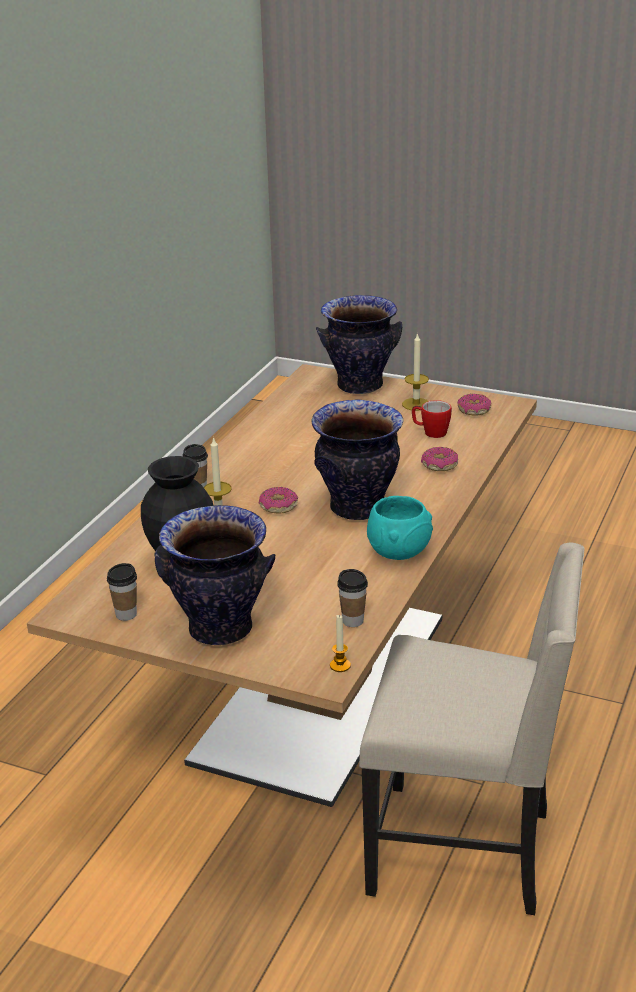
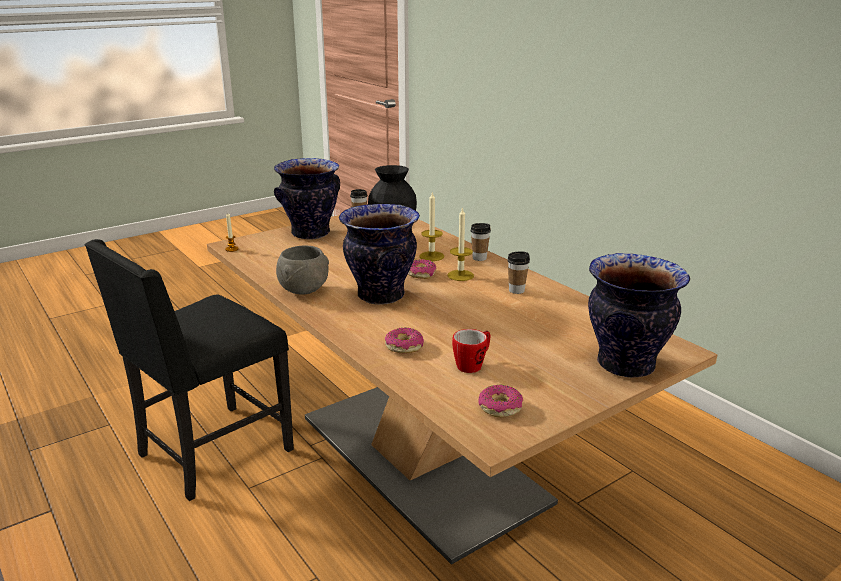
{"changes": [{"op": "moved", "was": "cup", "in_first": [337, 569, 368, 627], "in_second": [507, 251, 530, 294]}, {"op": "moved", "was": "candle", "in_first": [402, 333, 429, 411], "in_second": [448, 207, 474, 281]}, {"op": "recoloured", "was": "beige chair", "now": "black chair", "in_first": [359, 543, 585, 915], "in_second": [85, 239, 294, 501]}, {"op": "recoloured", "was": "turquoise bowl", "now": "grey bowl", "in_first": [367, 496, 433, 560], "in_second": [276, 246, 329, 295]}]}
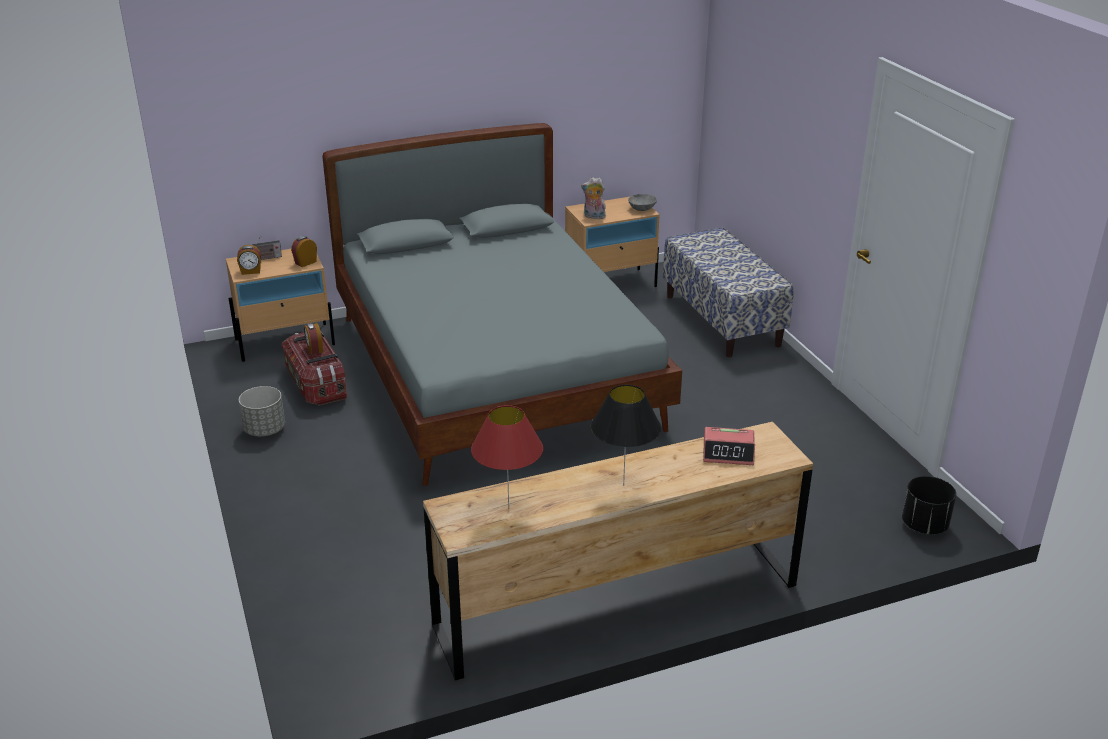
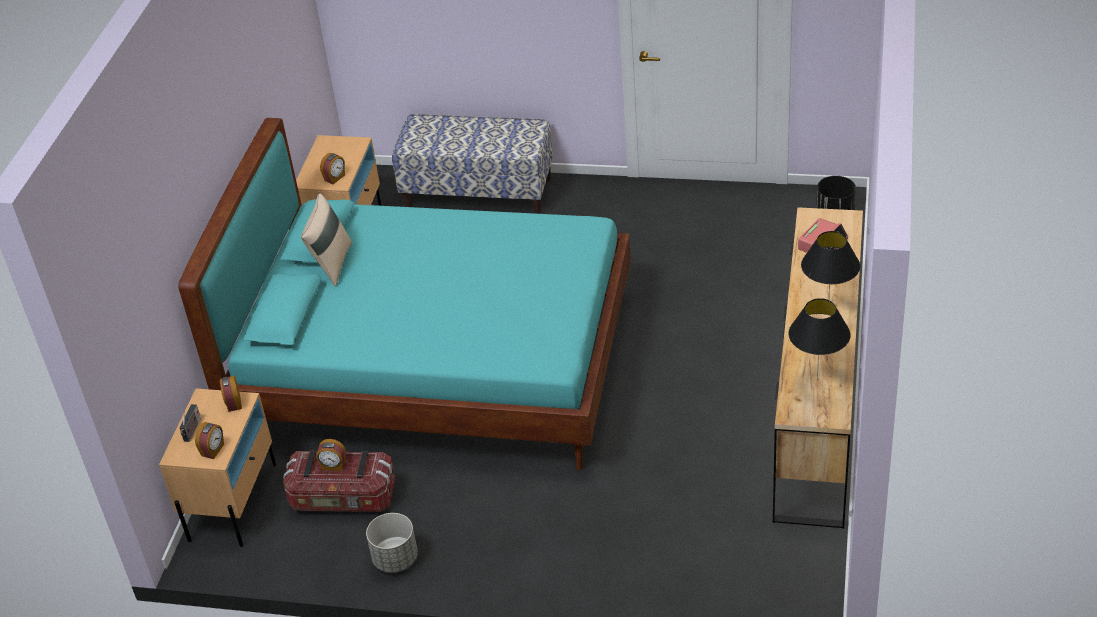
{"changes": [{"op": "removed", "was": "grey bowl", "in_first": [628, 194, 657, 211]}, {"op": "added", "now": "beige pillow", "in_second": [301, 194, 352, 287]}, {"op": "replaced", "was": "plush toy", "now": "alarm clock", "in_first": [581, 177, 606, 219], "in_second": [320, 153, 345, 184]}, {"op": "recoloured", "was": "grey bed", "now": "turquoise bed", "in_first": [322, 123, 682, 486], "in_second": [178, 118, 631, 470]}, {"op": "recoloured", "was": "red table lamp", "now": "black table lamp", "in_first": [471, 405, 543, 509], "in_second": [788, 298, 850, 380]}]}
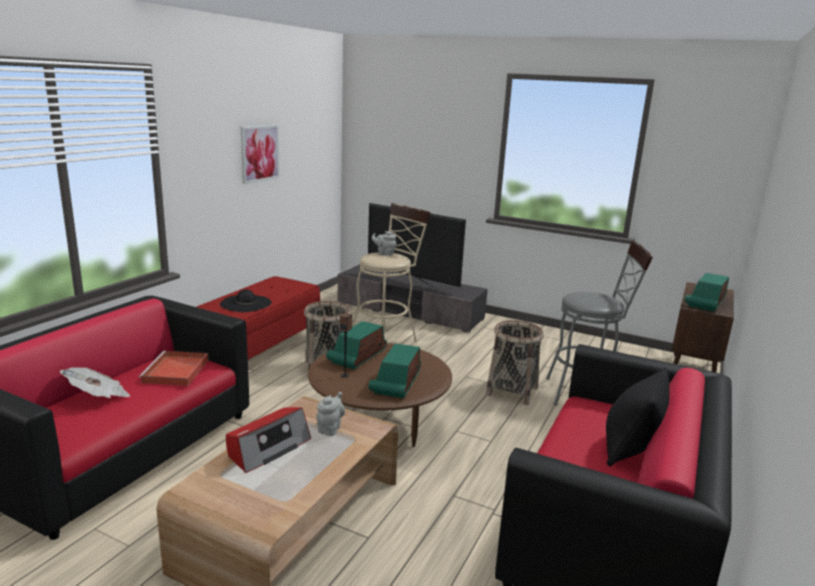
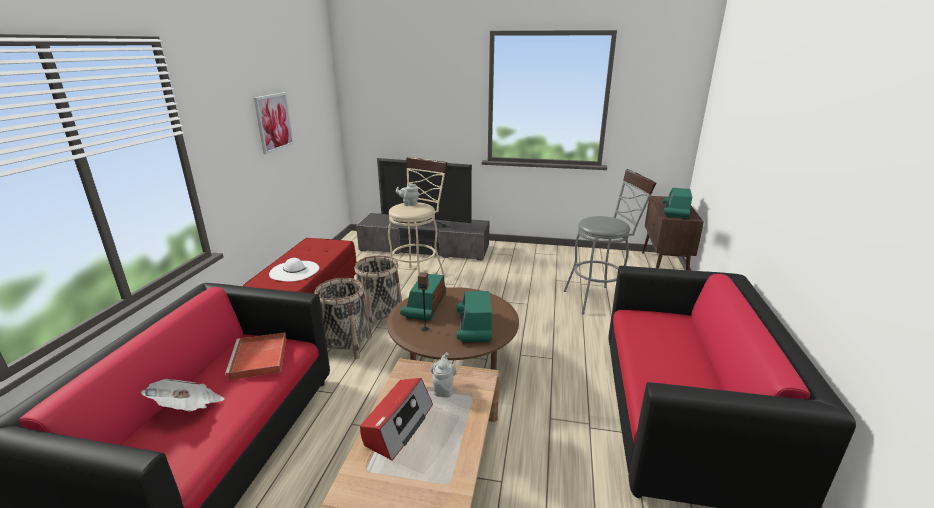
{"changes": [{"op": "removed", "was": "black pillow", "in_first": [606, 367, 670, 466]}, {"op": "moved", "was": "basket", "in_first": [486, 320, 544, 405], "in_second": [314, 278, 372, 359]}, {"op": "recoloured", "was": "black hat", "now": "white hat", "in_first": [220, 289, 271, 312], "in_second": [269, 258, 319, 281]}]}
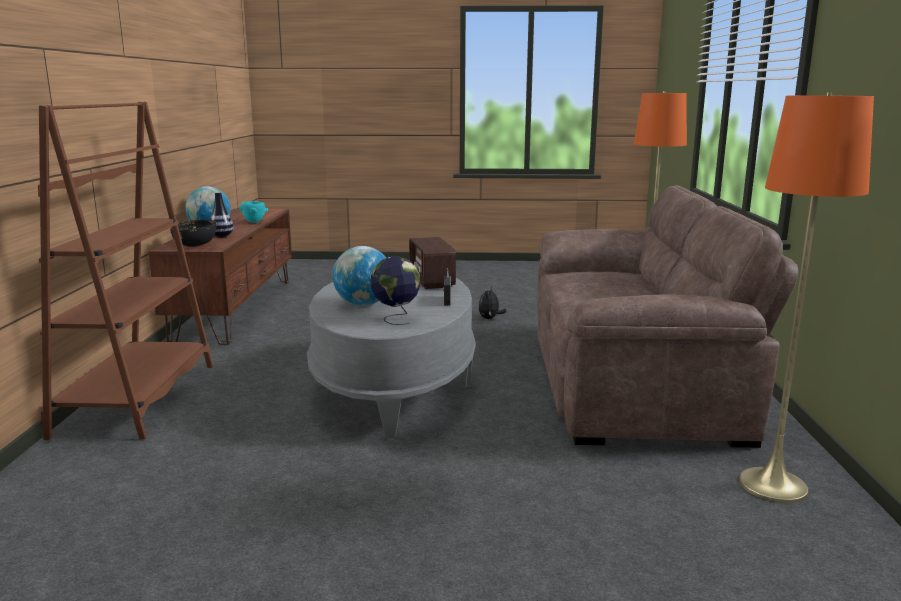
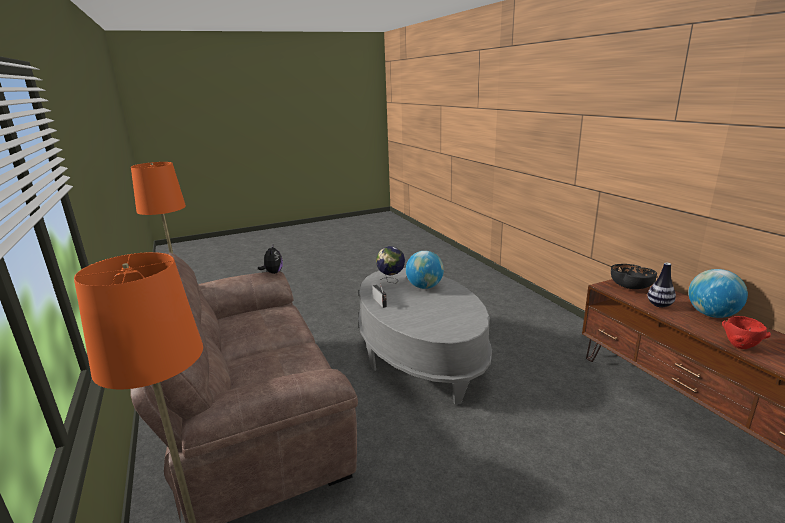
{"changes": [{"op": "removed", "was": "brown bookcase", "in_first": [38, 102, 213, 440]}, {"op": "removed", "was": "radio", "in_first": [409, 237, 456, 289]}, {"op": "moved", "was": "plush toy", "in_first": [478, 287, 506, 319], "in_second": [258, 245, 283, 274]}, {"op": "recoloured", "was": "turquoise bowl", "now": "red bowl", "in_first": [239, 201, 268, 223], "in_second": [722, 316, 771, 349]}]}
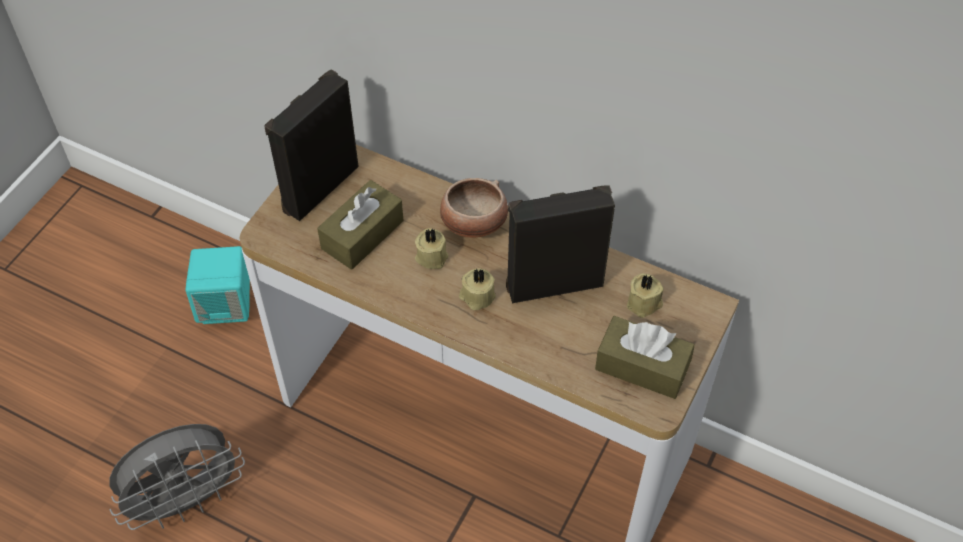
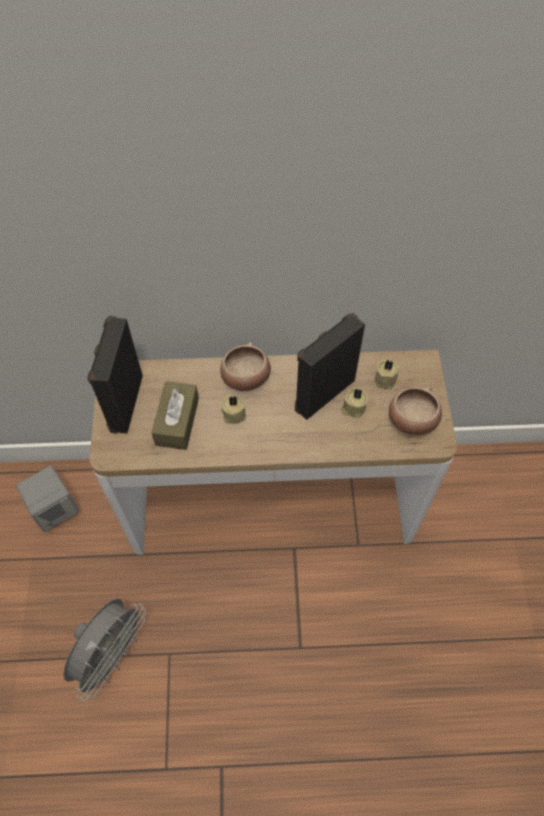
{"changes": [{"op": "moved", "was": "beige candle", "in_first": [459, 268, 496, 310], "in_second": [341, 388, 369, 418]}, {"op": "replaced", "was": "brown tissue box", "now": "bowl", "in_first": [595, 316, 695, 399], "in_second": [389, 387, 442, 436]}, {"op": "recoloured", "was": "turquoise speaker", "now": "grey speaker", "in_first": [186, 246, 250, 324], "in_second": [16, 466, 79, 532]}]}
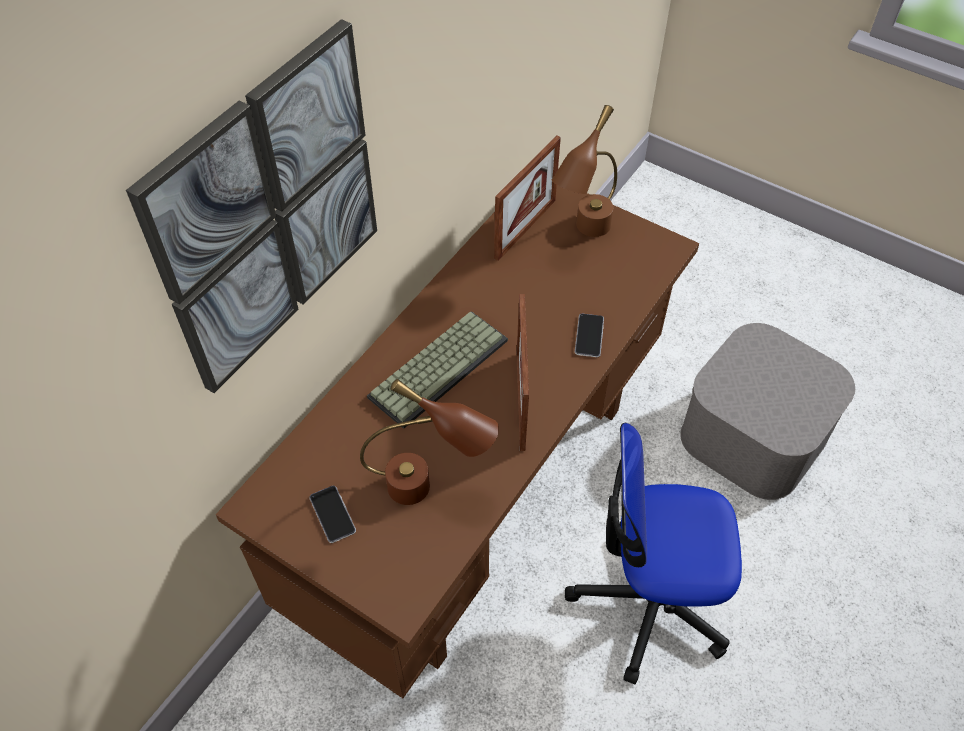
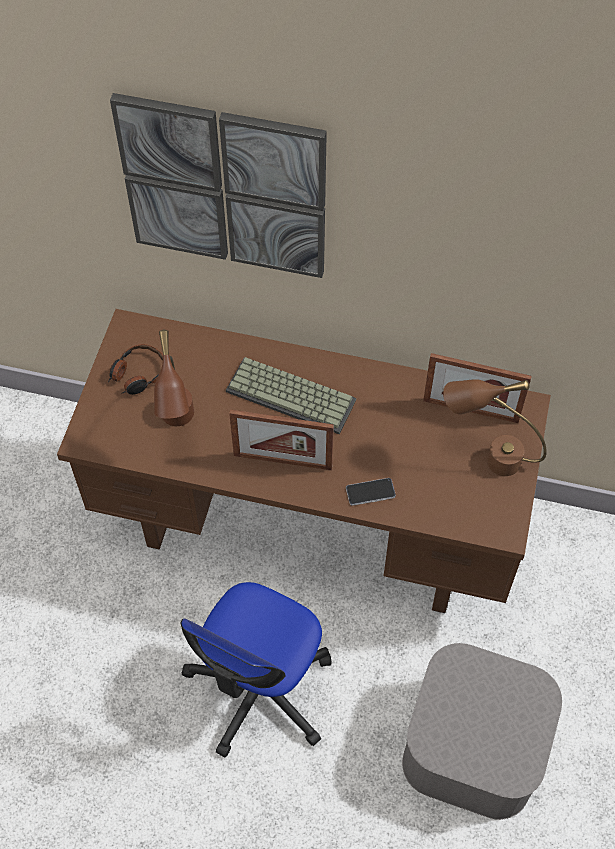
{"changes": [{"op": "replaced", "was": "phone", "now": "headphones", "in_first": [309, 486, 356, 543], "in_second": [108, 344, 163, 395]}, {"op": "turned", "was": "picture frame", "in_first": [516, 294, 529, 451], "in_second": [229, 410, 334, 470], "clockwise": -150}, {"op": "turned", "was": "office chair", "in_first": [565, 423, 742, 685], "in_second": [180, 582, 331, 757], "clockwise": -135}]}
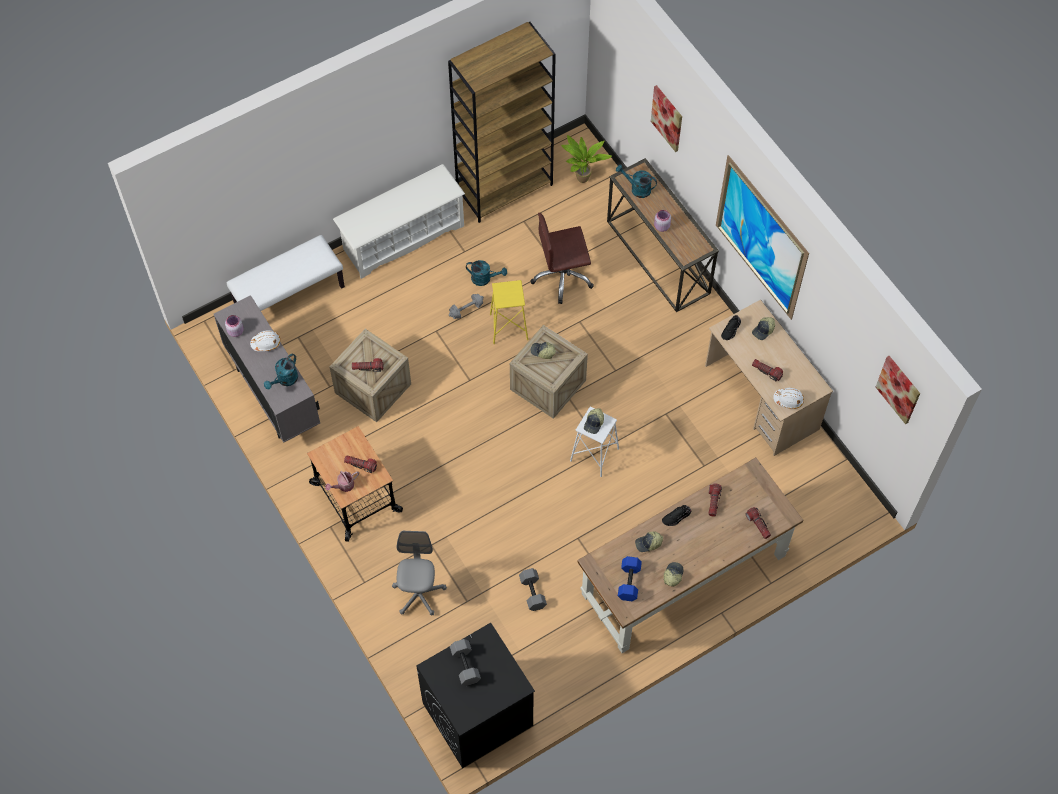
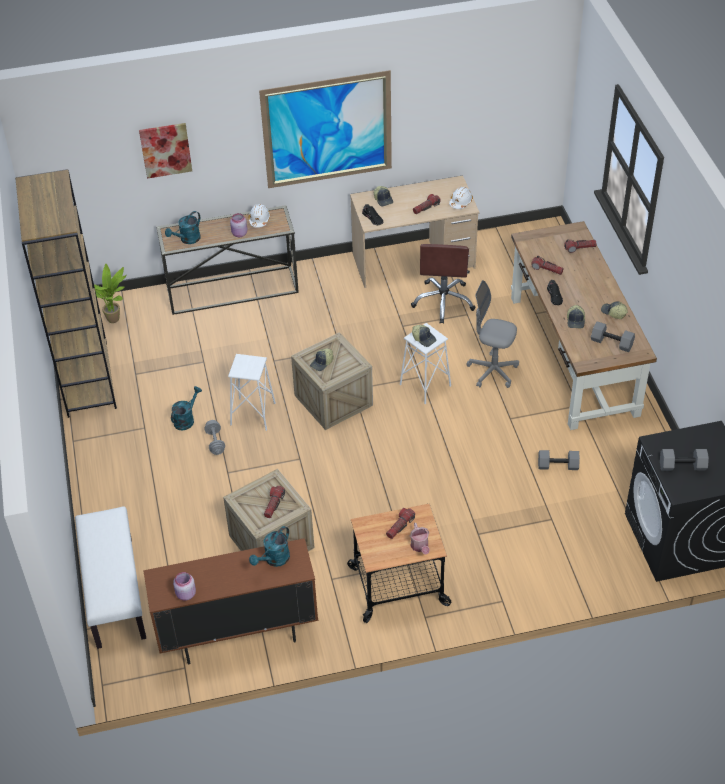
{"changes": [{"op": "removed", "was": "white shoe rack", "in_first": [333, 164, 465, 279]}, {"op": "removed", "was": "picture", "in_first": [876, 356, 920, 424]}, {"op": "moved", "was": "white hard hat", "in_first": [250, 330, 280, 351], "in_second": [249, 204, 270, 228]}, {"op": "moved", "was": "grey office chair", "in_first": [392, 531, 447, 615], "in_second": [466, 280, 519, 388]}, {"op": "moved", "was": "brown office chair", "in_first": [530, 213, 594, 304], "in_second": [411, 244, 476, 324]}, {"op": "recoloured", "was": "grey cabinet", "now": "brown cabinet", "in_first": [214, 295, 320, 443], "in_second": [143, 538, 318, 664]}, {"op": "recoloured", "was": "yellow stool", "now": "white stool", "in_first": [490, 280, 528, 344], "in_second": [228, 354, 276, 431]}, {"op": "recoloured", "was": "blue dumbbell", "now": "grey dumbbell", "in_first": [618, 556, 642, 601], "in_second": [591, 321, 635, 352]}, {"op": "turned", "was": "turquoise watering can", "in_first": [264, 354, 298, 389], "in_second": [249, 526, 290, 567], "clockwise": 75}]}
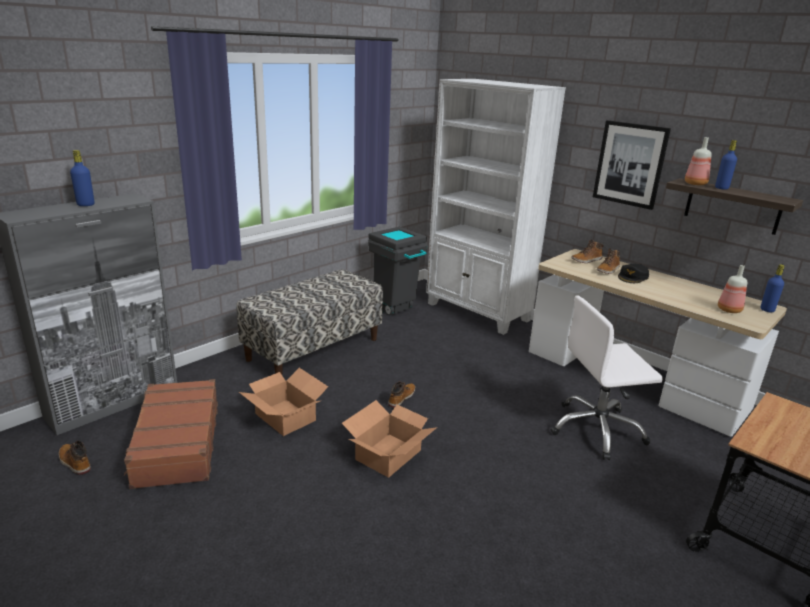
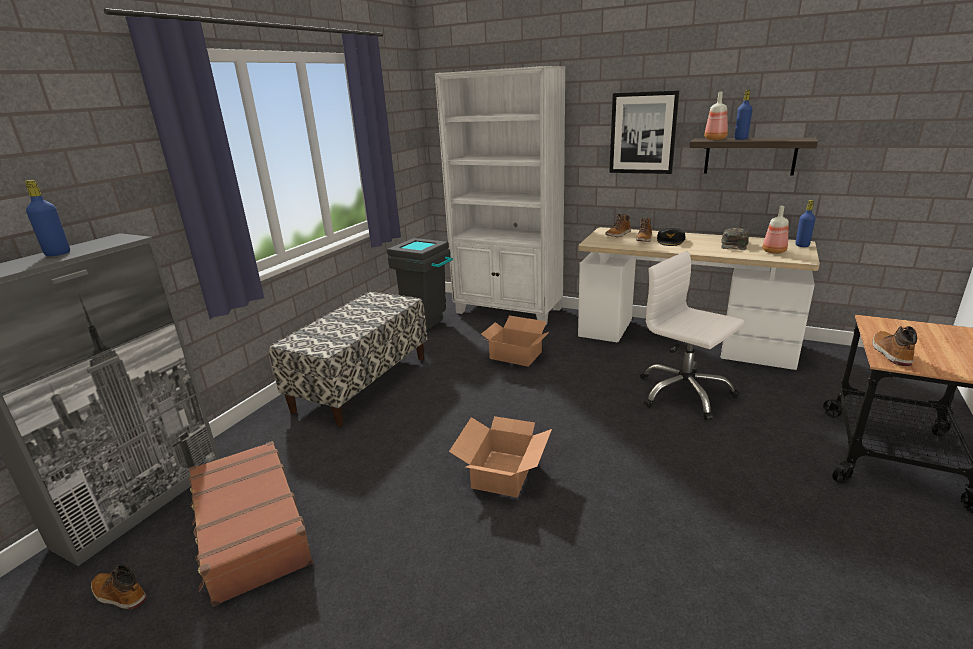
{"changes": [{"op": "added", "now": "green cap", "in_second": [721, 228, 749, 250]}, {"op": "moved", "was": "cardboard box", "in_first": [239, 368, 328, 436], "in_second": [481, 315, 549, 367]}, {"op": "moved", "was": "boot", "in_first": [388, 381, 415, 408], "in_second": [872, 326, 917, 366]}, {"op": "turned", "was": "white office chair", "in_first": [550, 296, 663, 460], "in_second": [640, 251, 744, 420], "clockwise": 75}]}
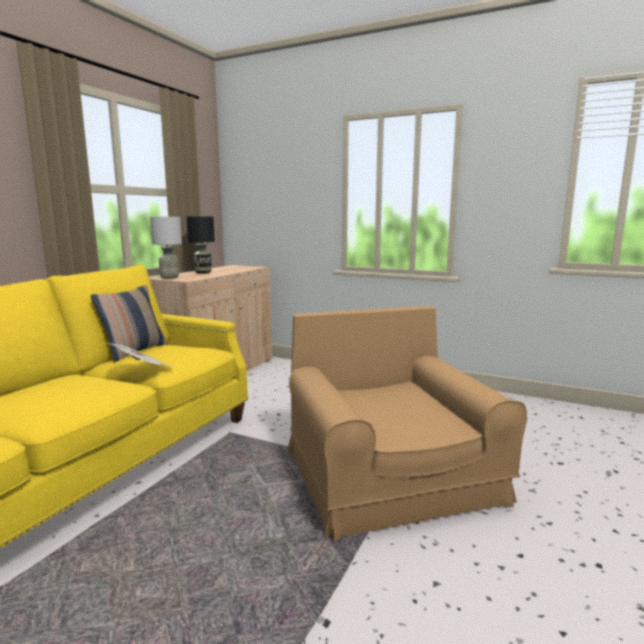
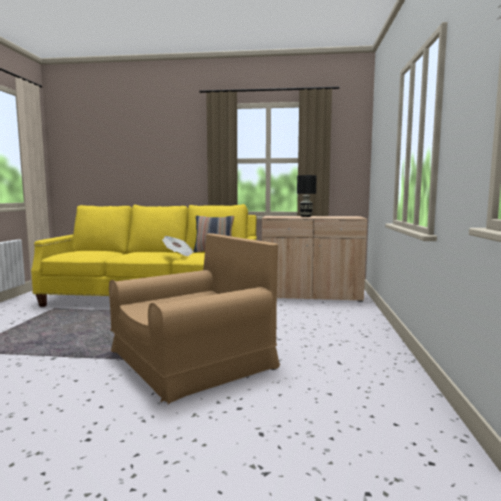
{"changes": [{"op": "removed", "was": "grey table lamp", "in_first": [150, 217, 182, 279]}]}
